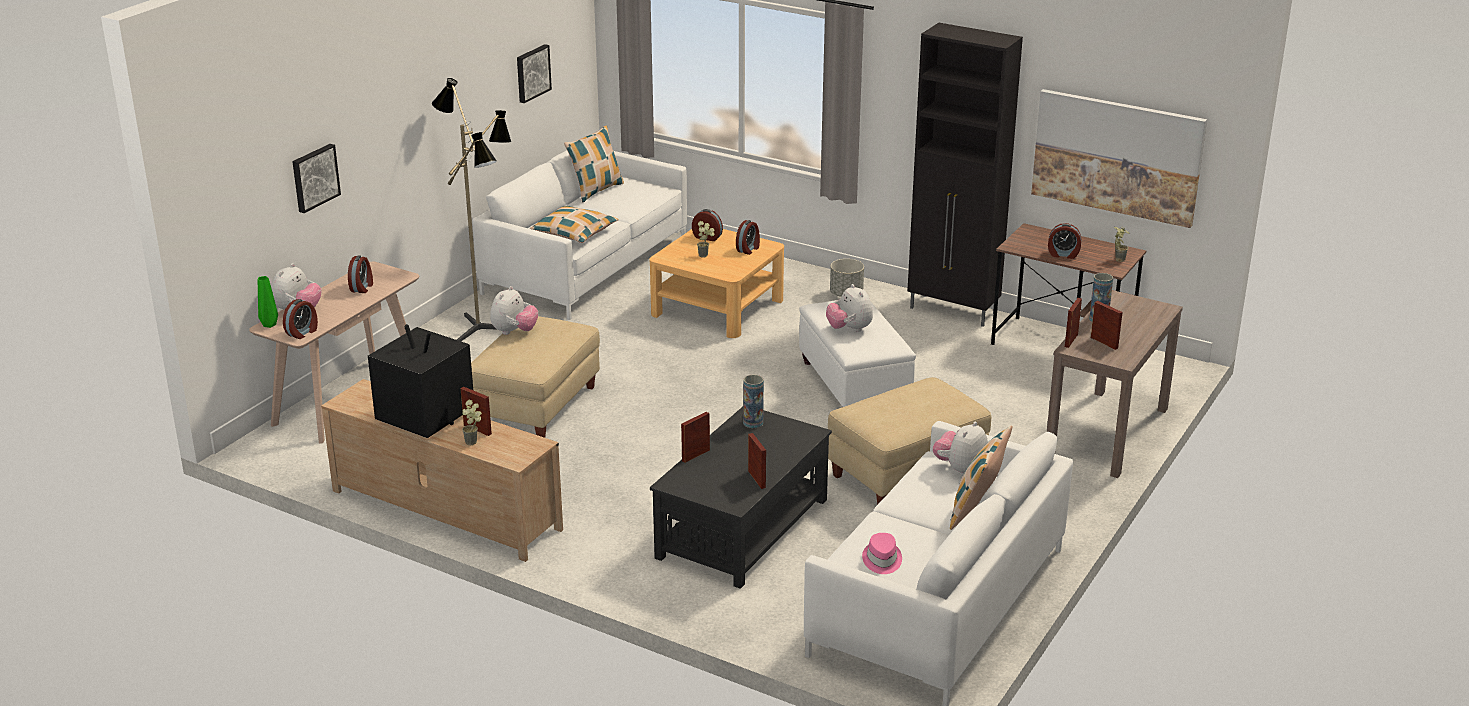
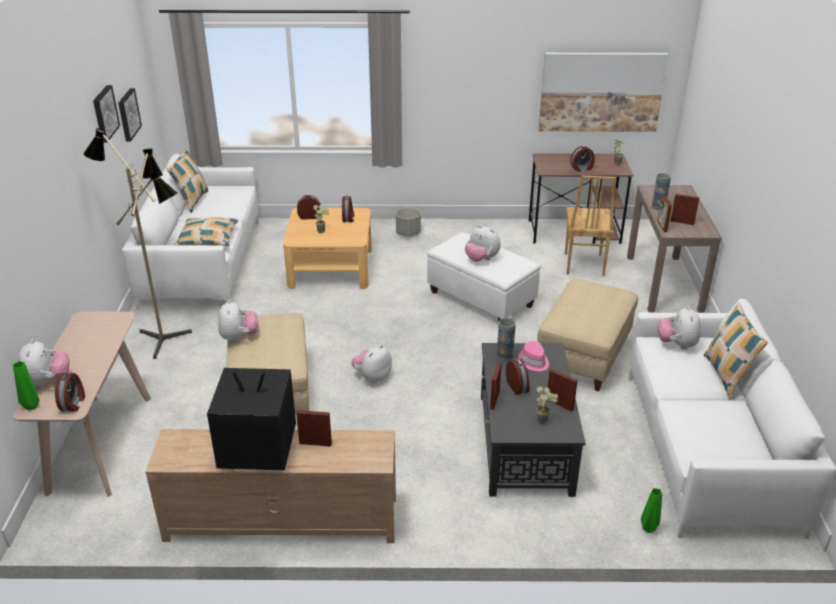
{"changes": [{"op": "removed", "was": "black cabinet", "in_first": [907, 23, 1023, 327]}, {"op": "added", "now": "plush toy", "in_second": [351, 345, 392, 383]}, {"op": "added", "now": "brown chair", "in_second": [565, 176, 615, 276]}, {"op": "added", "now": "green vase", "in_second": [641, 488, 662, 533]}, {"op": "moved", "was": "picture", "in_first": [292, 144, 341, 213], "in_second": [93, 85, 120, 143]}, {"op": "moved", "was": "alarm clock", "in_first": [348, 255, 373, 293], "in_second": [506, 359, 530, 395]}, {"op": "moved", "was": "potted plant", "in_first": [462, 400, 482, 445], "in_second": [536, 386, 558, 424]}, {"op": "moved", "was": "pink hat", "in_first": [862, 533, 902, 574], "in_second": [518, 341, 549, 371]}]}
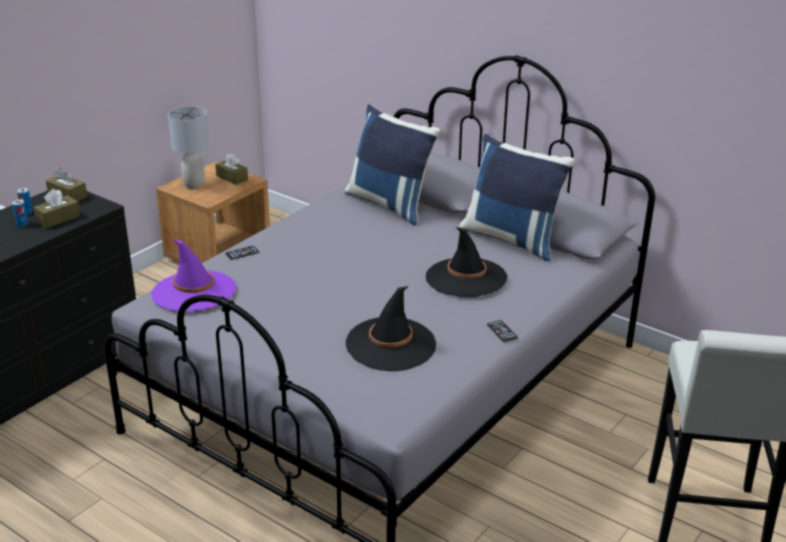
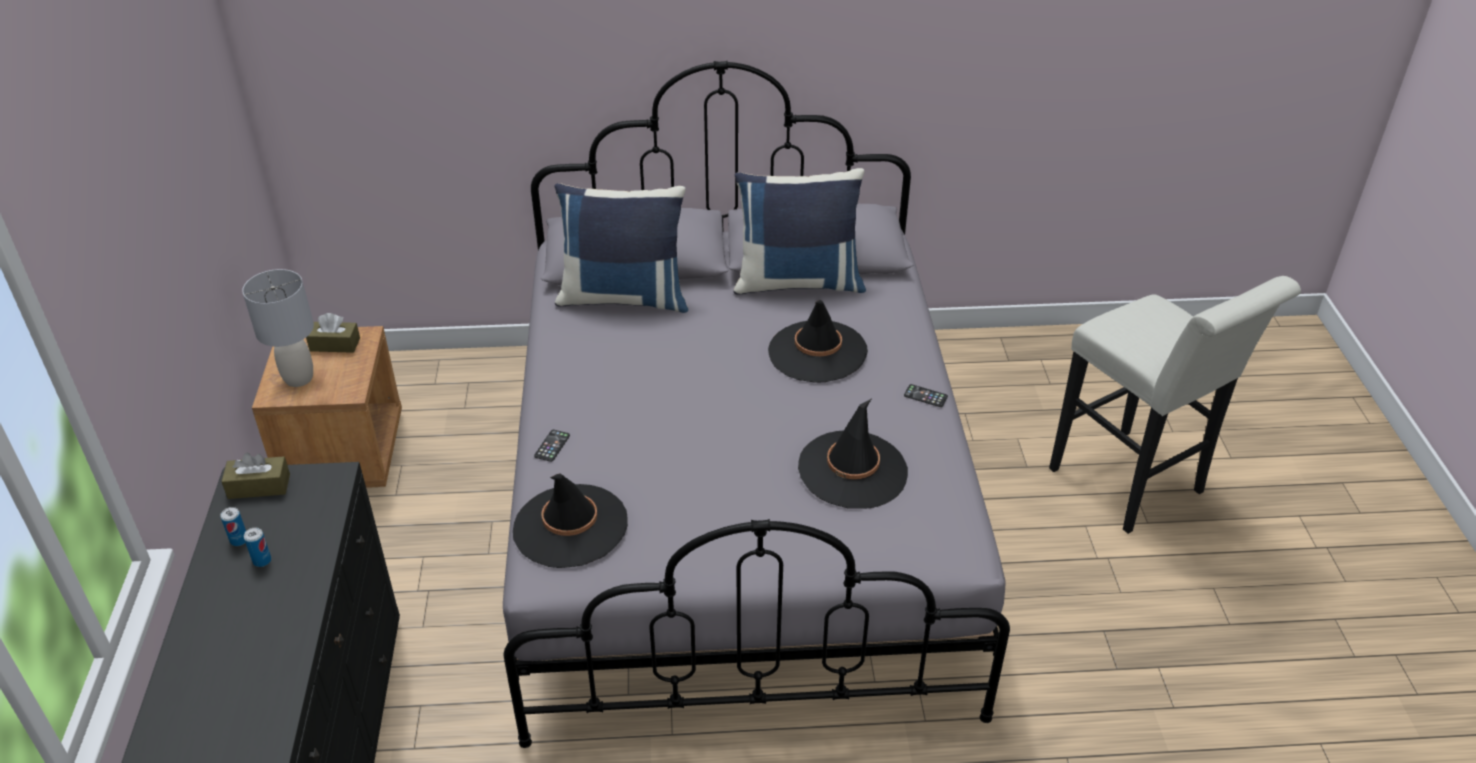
{"changes": [{"op": "removed", "was": "brown tissue box", "in_first": [34, 189, 80, 228]}, {"op": "recoloured", "was": "purple hat", "now": "black hat", "in_first": [151, 239, 236, 312], "in_second": [513, 474, 628, 568]}]}
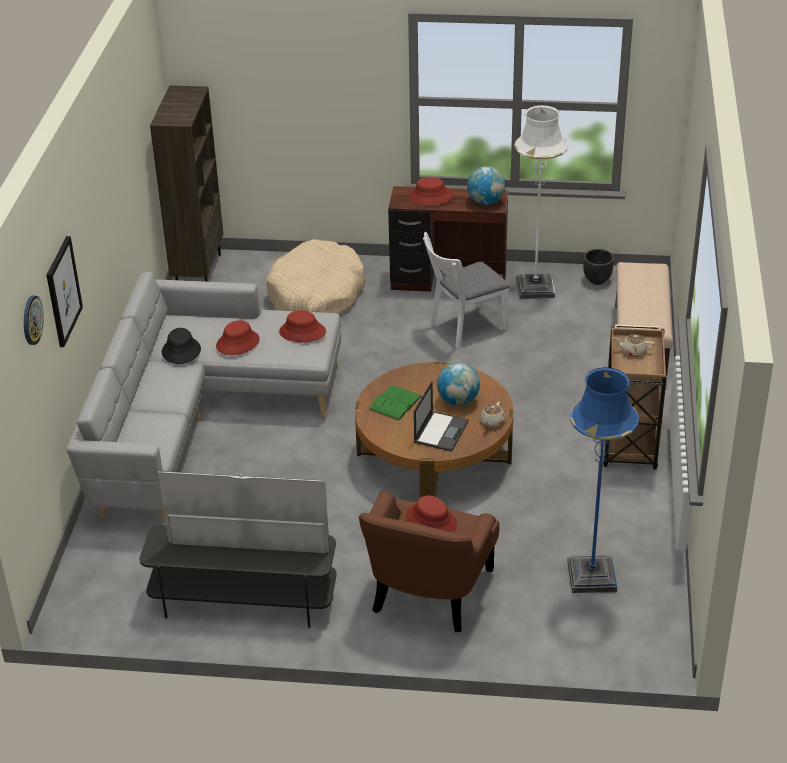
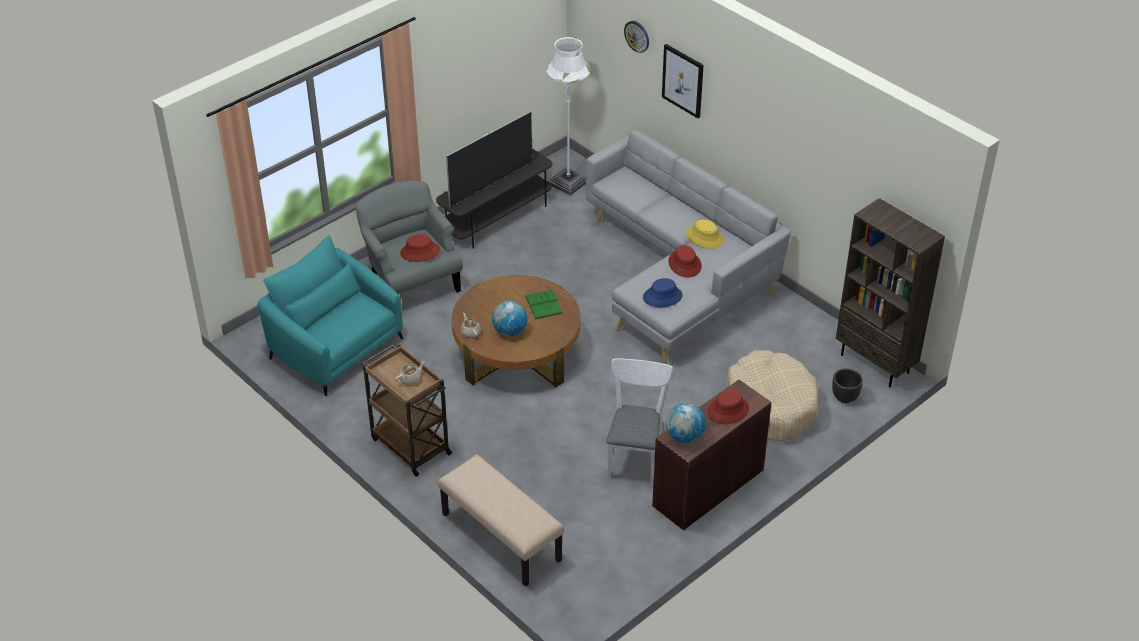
{"changes": [{"op": "removed", "was": "laptop", "in_first": [414, 381, 469, 452]}, {"op": "moved", "was": "white floor lamp", "in_first": [514, 105, 568, 299], "in_second": [546, 37, 591, 196]}, {"op": "moved", "was": "black planter", "in_first": [583, 249, 614, 285], "in_second": [832, 368, 863, 403]}, {"op": "replaced", "was": "blue floor lamp", "now": "turquoise armchair", "in_first": [567, 367, 639, 593], "in_second": [258, 235, 403, 396]}, {"op": "recoloured", "was": "black hat", "now": "yellow hat", "in_first": [162, 328, 201, 364], "in_second": [686, 219, 724, 249]}, {"op": "recoloured", "was": "red hat", "now": "blue hat", "in_first": [279, 310, 326, 343], "in_second": [643, 278, 683, 307]}, {"op": "recoloured", "was": "brown armchair", "now": "grey armchair", "in_first": [359, 491, 500, 632], "in_second": [356, 180, 463, 295]}]}
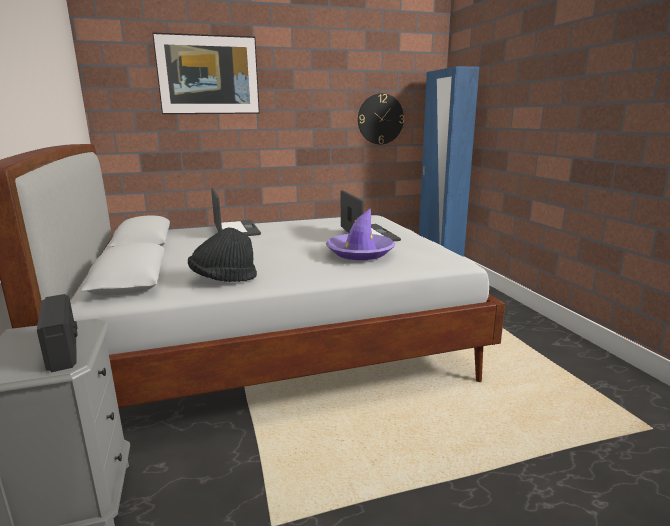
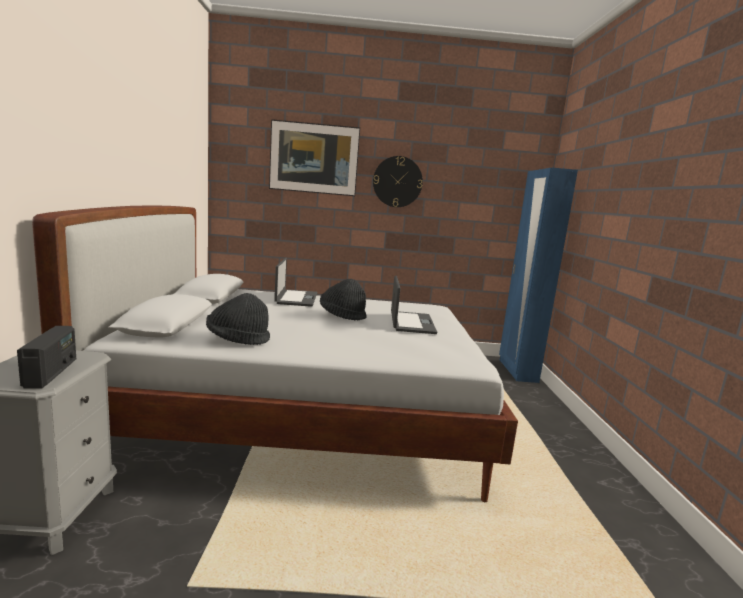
{"changes": [{"op": "removed", "was": "purple hat", "in_first": [326, 208, 395, 260]}, {"op": "added", "now": "black hat", "in_second": [320, 279, 367, 321]}, {"op": "moved", "was": "wall clock", "in_first": [358, 93, 404, 144], "in_second": [373, 156, 423, 207]}]}
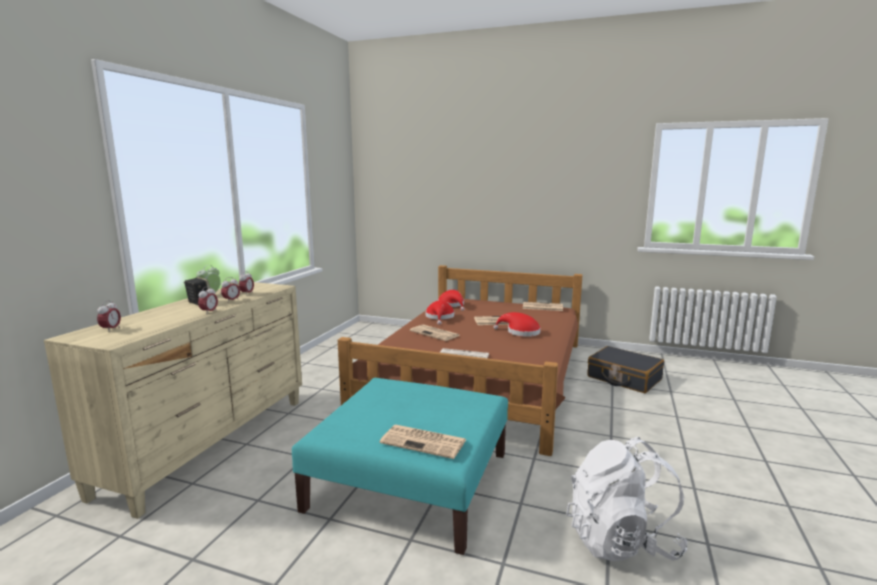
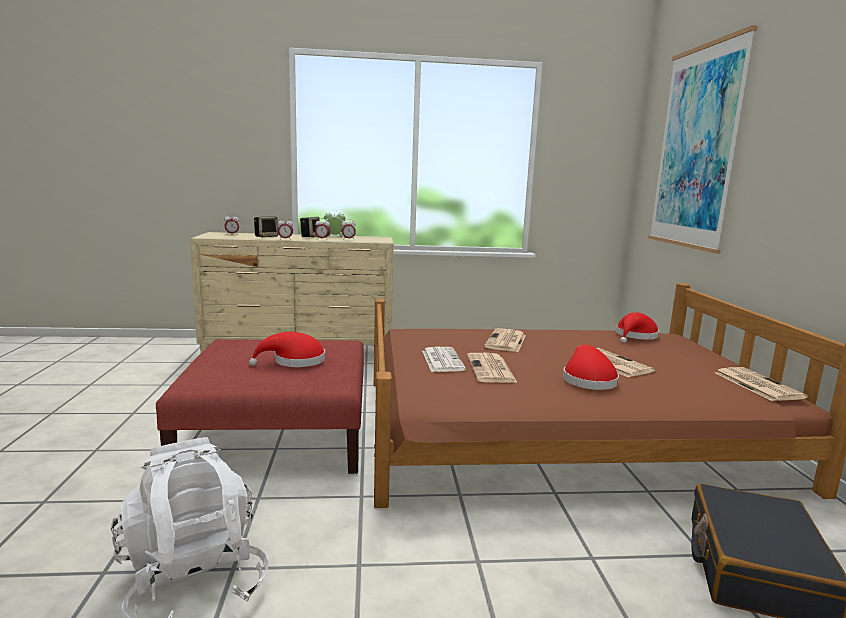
{"changes": [{"op": "added", "now": "speaker", "in_second": [254, 216, 278, 237]}, {"op": "added", "now": "picture", "in_second": [648, 25, 758, 254]}, {"op": "moved", "was": "newspaper", "in_first": [380, 425, 466, 459], "in_second": [467, 353, 518, 383]}, {"op": "moved", "was": "red hat", "in_first": [426, 300, 454, 325], "in_second": [249, 332, 325, 367]}, {"op": "recoloured", "was": "turquoise ottoman", "now": "red ottoman", "in_first": [292, 378, 508, 555], "in_second": [156, 339, 364, 474]}]}
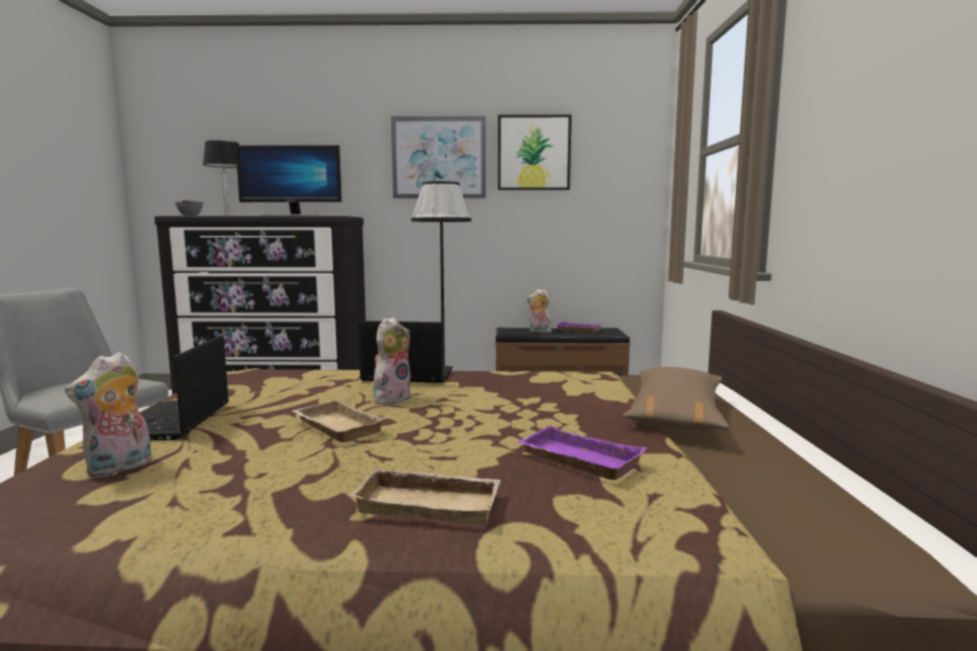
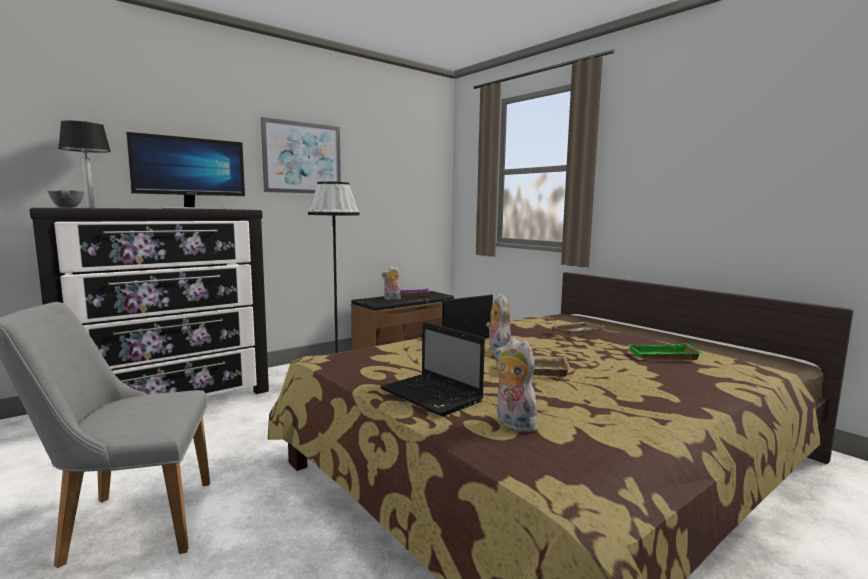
{"changes": [{"op": "removed", "was": "picture", "in_first": [498, 115, 572, 190]}, {"op": "removed", "was": "brown pillow", "in_first": [623, 367, 730, 430]}, {"op": "moved", "was": "beige tray", "in_first": [349, 468, 501, 524], "in_second": [551, 322, 604, 337]}, {"op": "recoloured", "was": "purple tray", "now": "green tray", "in_first": [517, 426, 647, 480], "in_second": [629, 343, 702, 360]}, {"op": "turned", "was": "plush toy", "in_first": [65, 352, 152, 478], "in_second": [494, 338, 538, 433], "clockwise": 150}]}
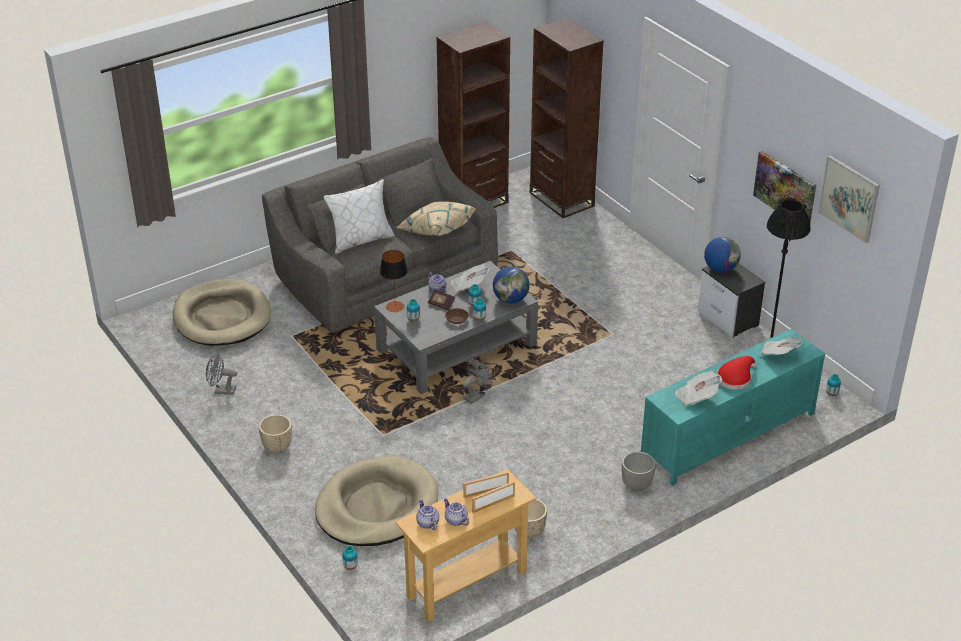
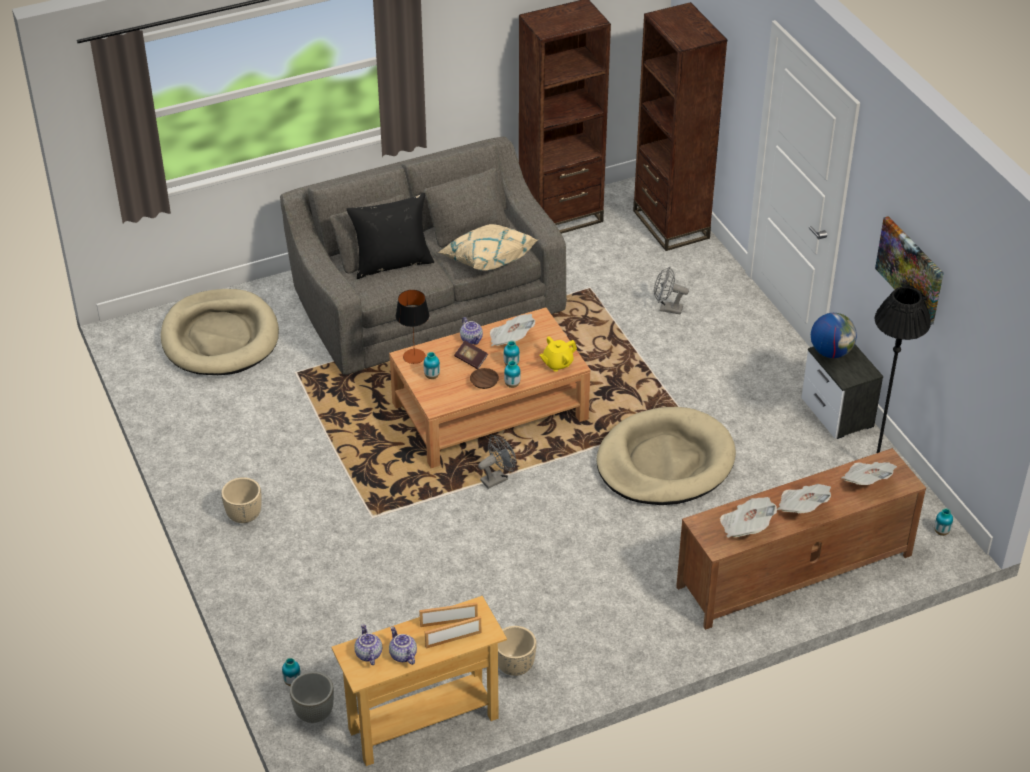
{"changes": [{"op": "removed", "was": "picture", "in_first": [818, 155, 880, 243]}, {"op": "moved", "was": "grey fan", "in_first": [206, 353, 237, 395], "in_second": [654, 267, 689, 315]}, {"op": "moved", "was": "beige dog bed", "in_first": [315, 456, 438, 546], "in_second": [596, 407, 736, 505]}, {"op": "moved", "was": "grey planter", "in_first": [622, 452, 656, 491], "in_second": [290, 672, 334, 723]}, {"op": "replaced", "was": "globe", "now": "yellow teapot", "in_first": [493, 267, 530, 304], "in_second": [539, 336, 577, 372]}, {"op": "replaced", "was": "red hat", "now": "newspaper", "in_first": [717, 356, 757, 390], "in_second": [777, 484, 831, 513]}, {"op": "recoloured", "was": "white pillow", "now": "black pillow", "in_first": [323, 179, 395, 254], "in_second": [347, 193, 434, 279]}, {"op": "recoloured", "was": "grey coffee table", "now": "brown coffee table", "in_first": [374, 261, 538, 394], "in_second": [389, 308, 591, 468]}, {"op": "recoloured", "was": "turquoise tv stand", "now": "brown tv stand", "in_first": [641, 329, 825, 486], "in_second": [676, 448, 926, 630]}]}
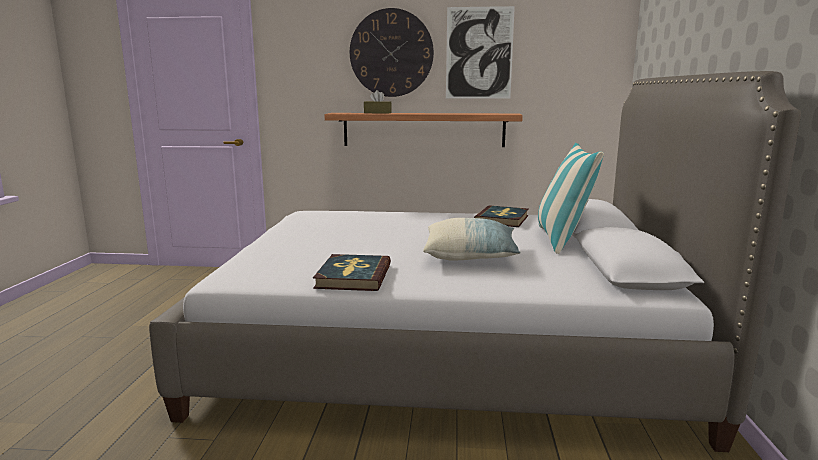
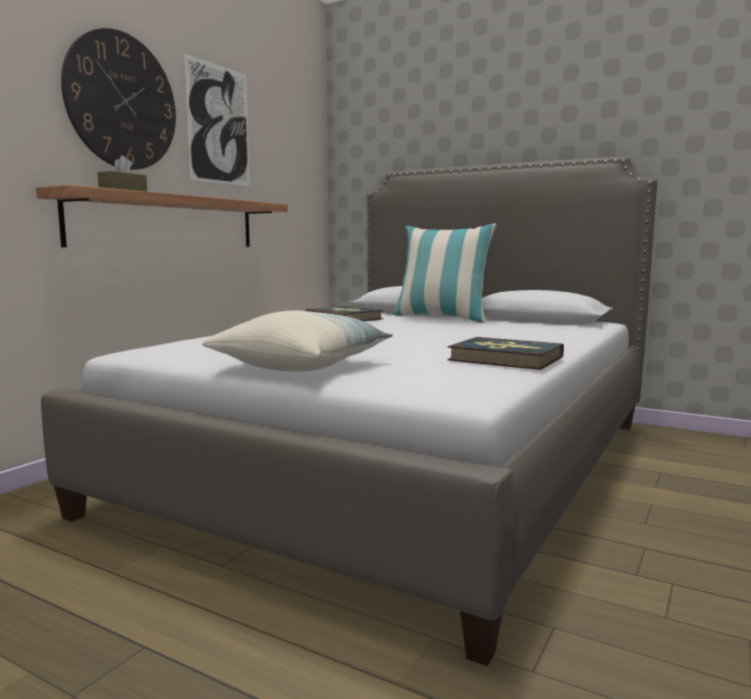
{"changes": [{"op": "moved", "was": "pillow", "in_first": [423, 218, 521, 261], "in_second": [202, 310, 393, 372]}]}
